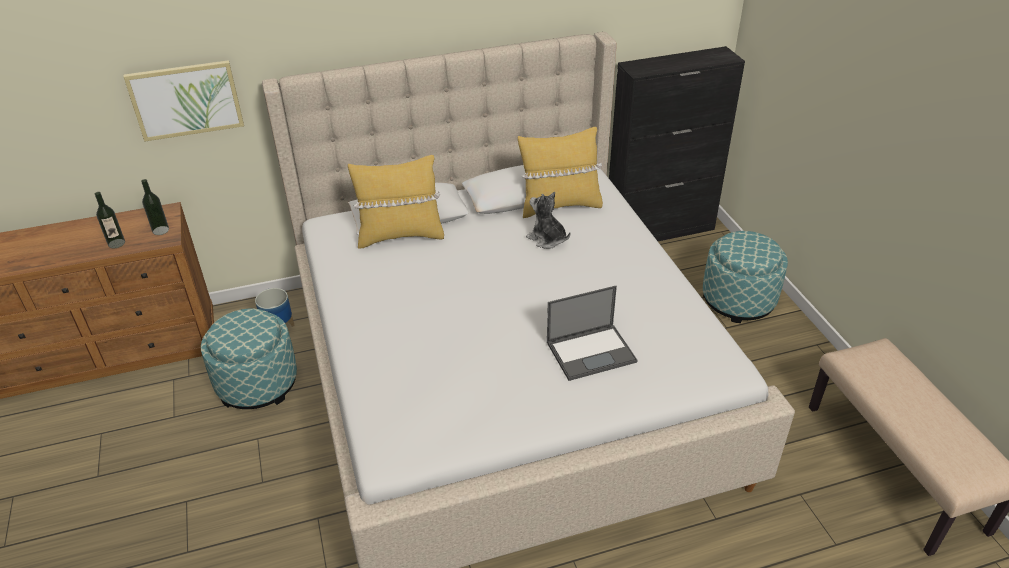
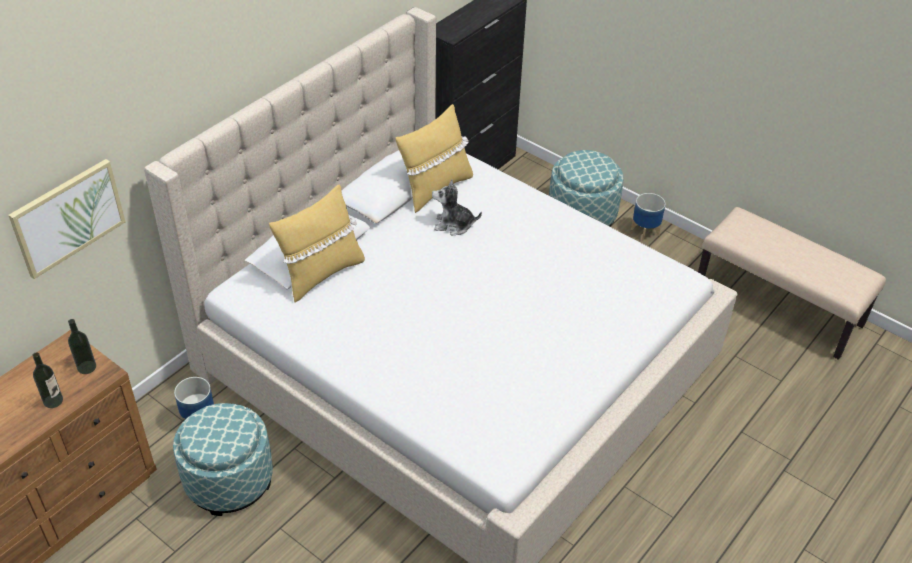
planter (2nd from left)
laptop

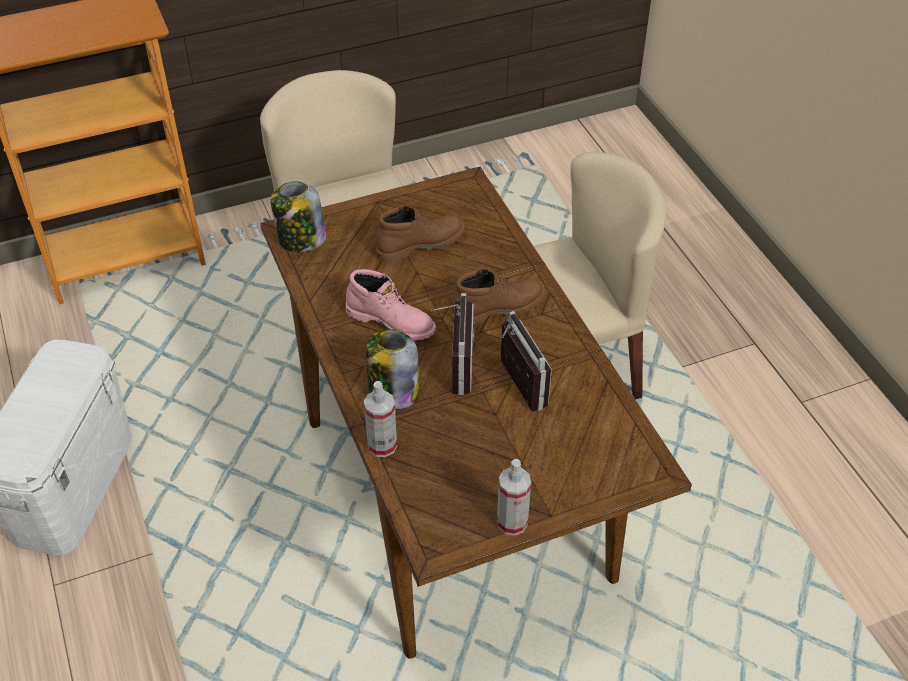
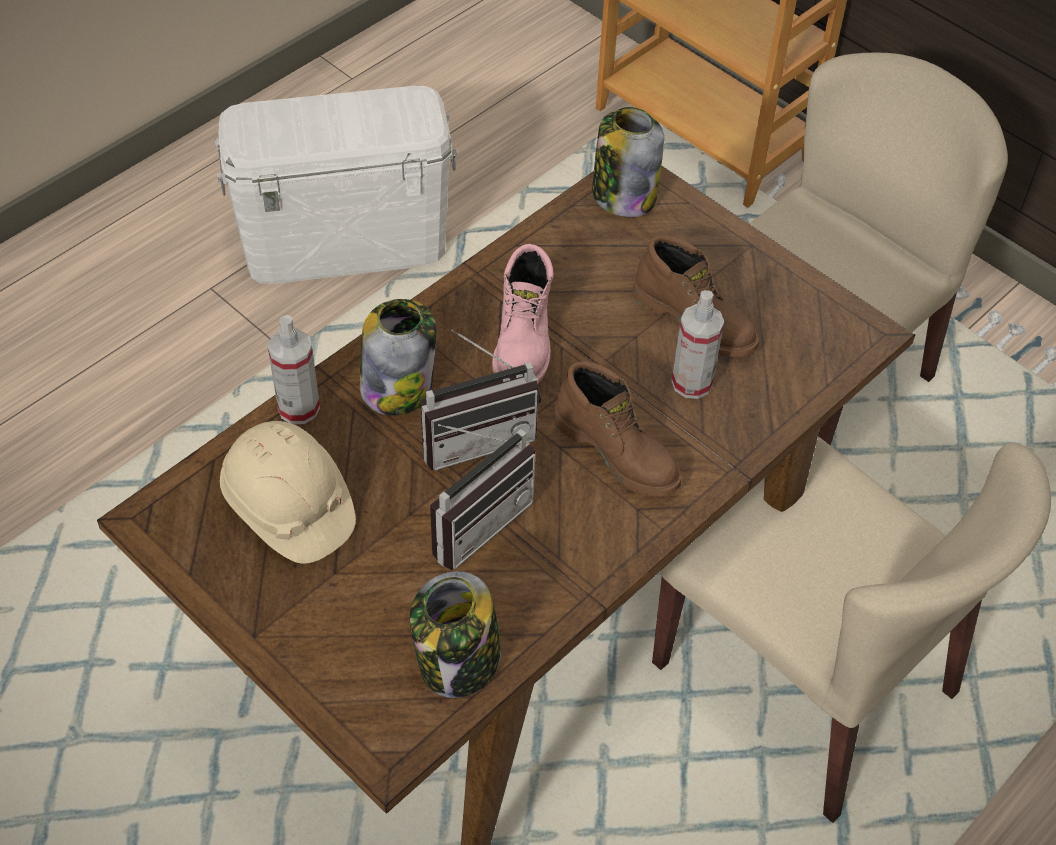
hard hat (beige)
jar (2nd from left)
spray bottle (2nd from left)

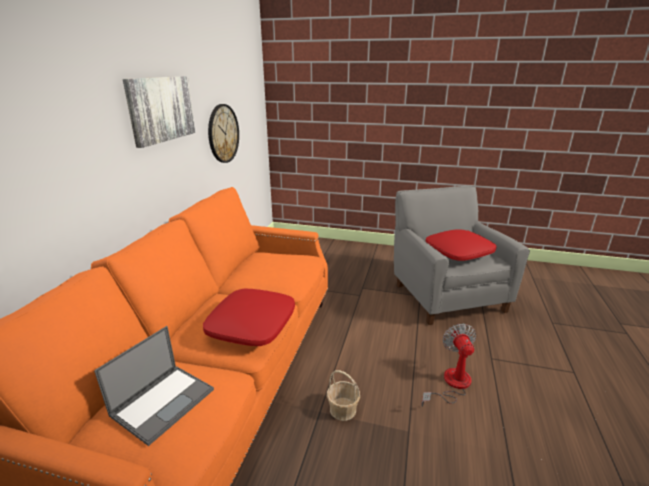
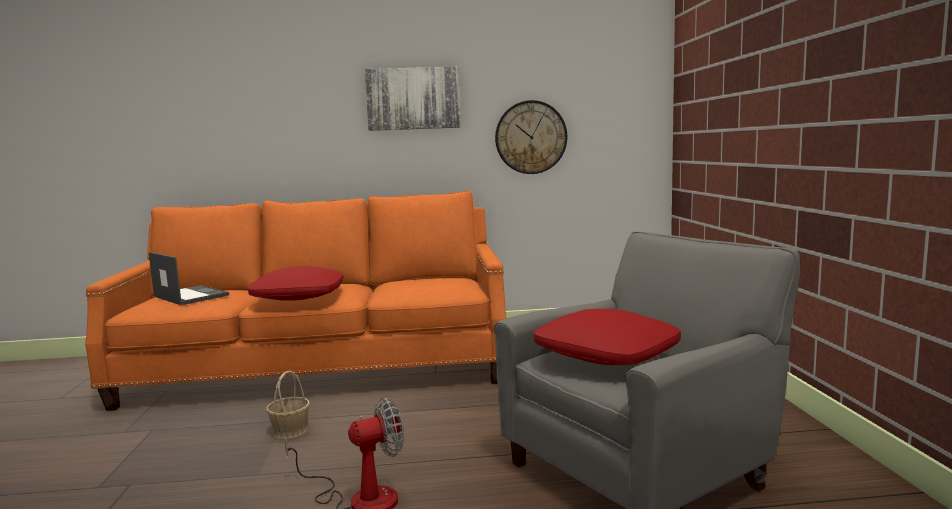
laptop

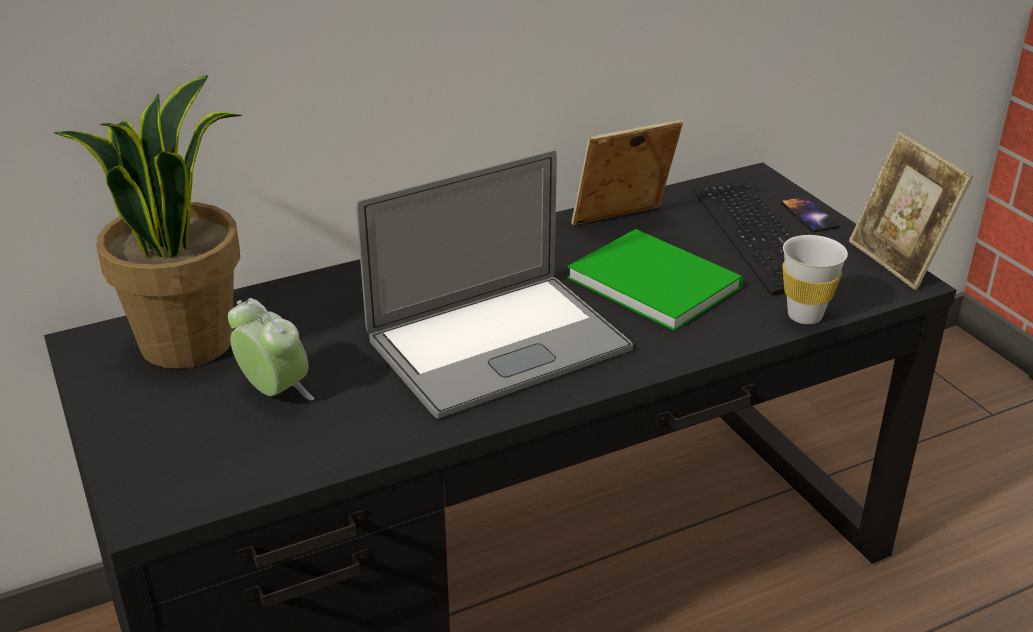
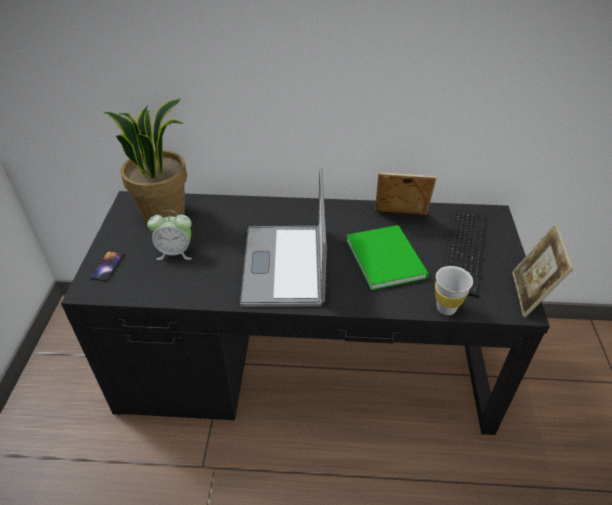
phone
alarm clock
laptop

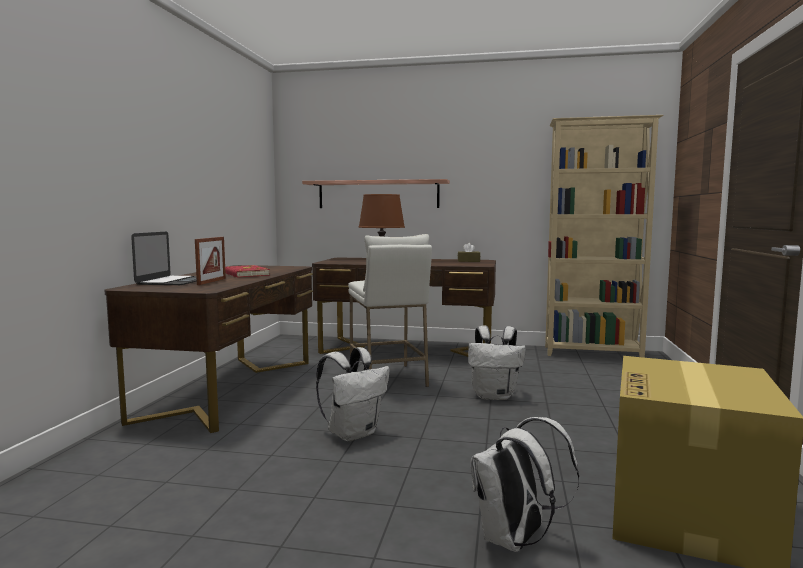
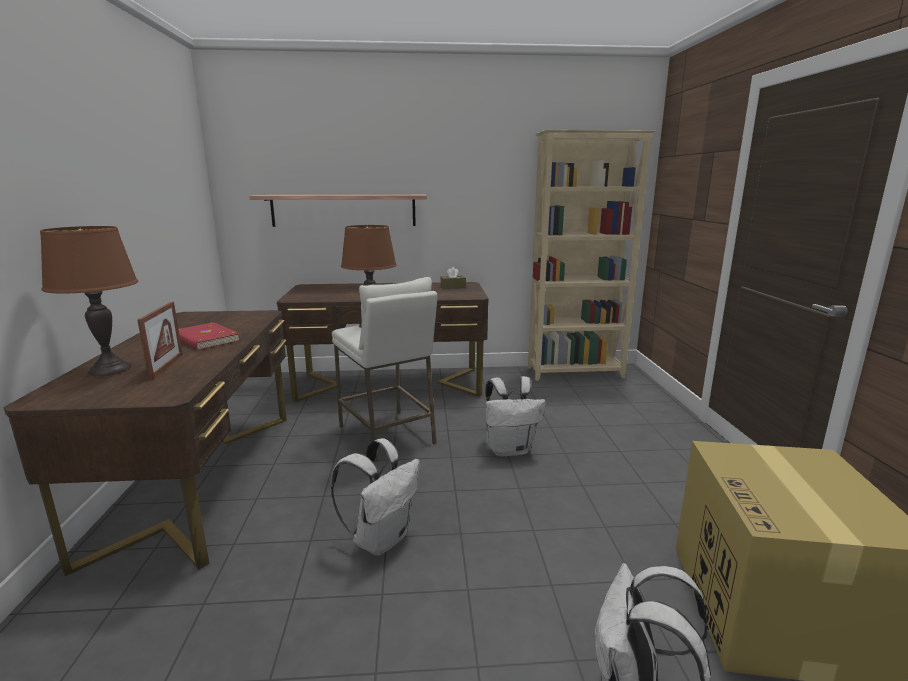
table lamp (brown) (1st from left)

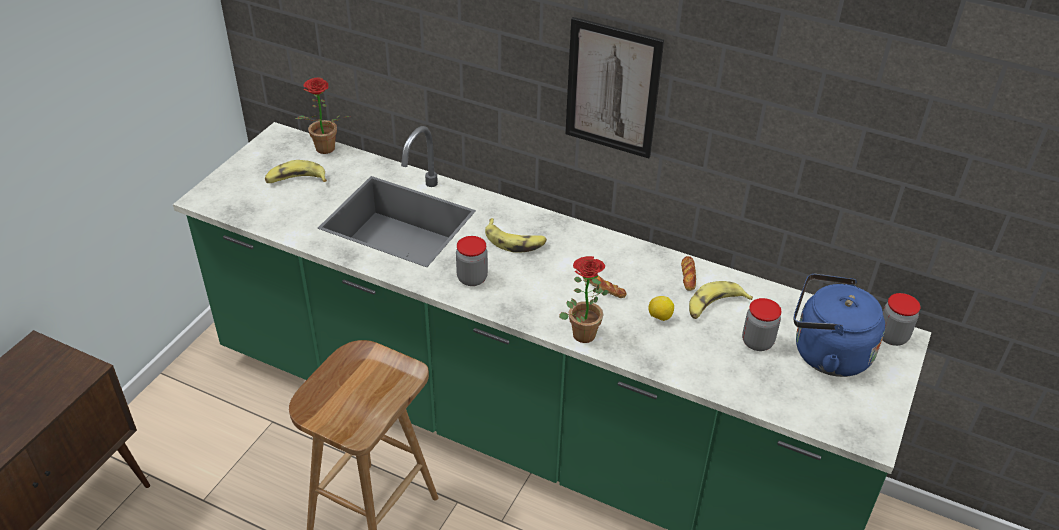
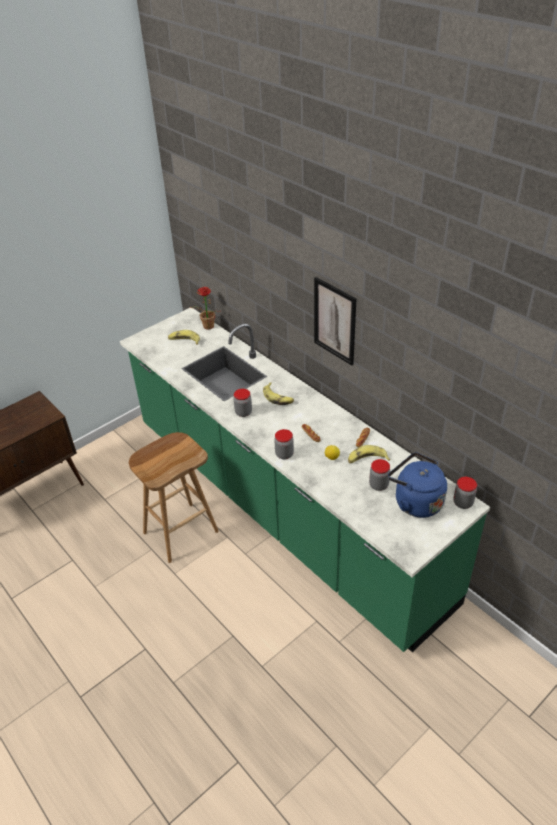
jar (2nd from left)

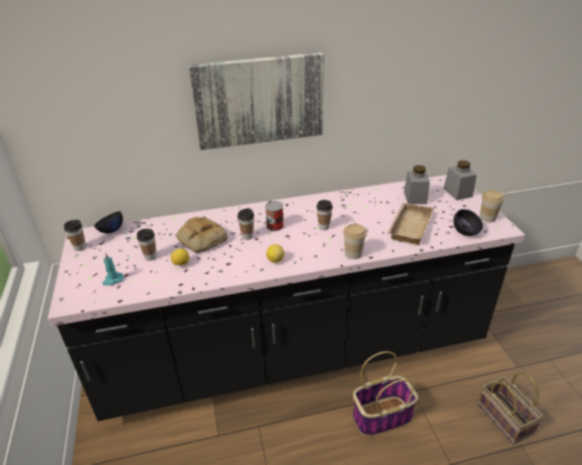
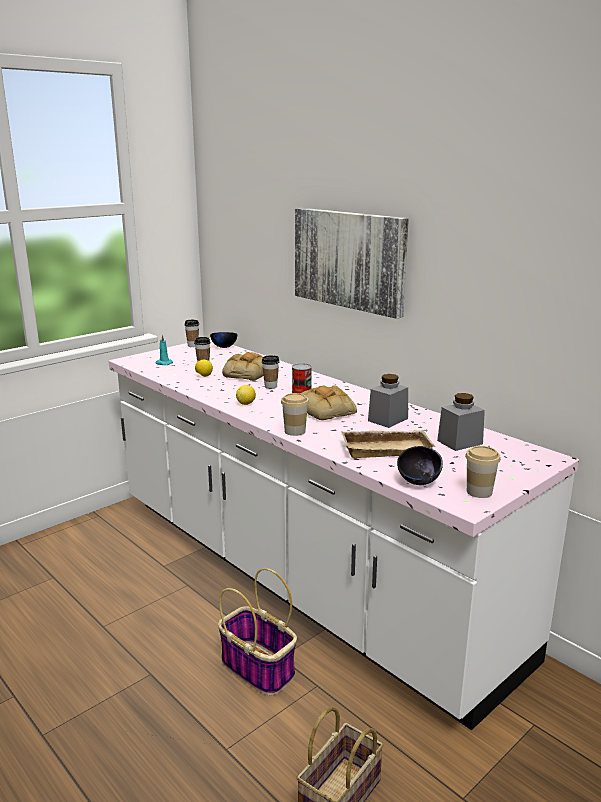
counter (white)
bread (2nd from left)
jar (grey) (1st from left)

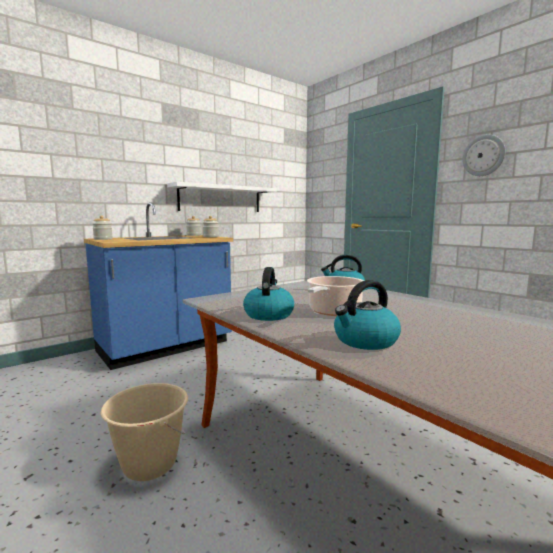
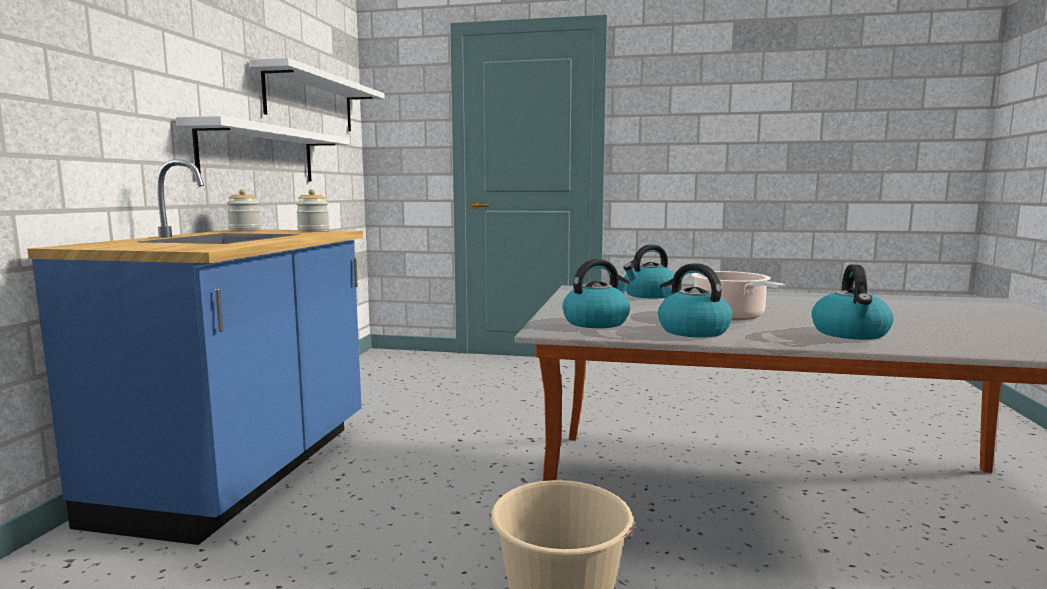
shelf (white) (2nd from left)
kettle (1st from left)
jar (1st from left in the first image)
wall clock

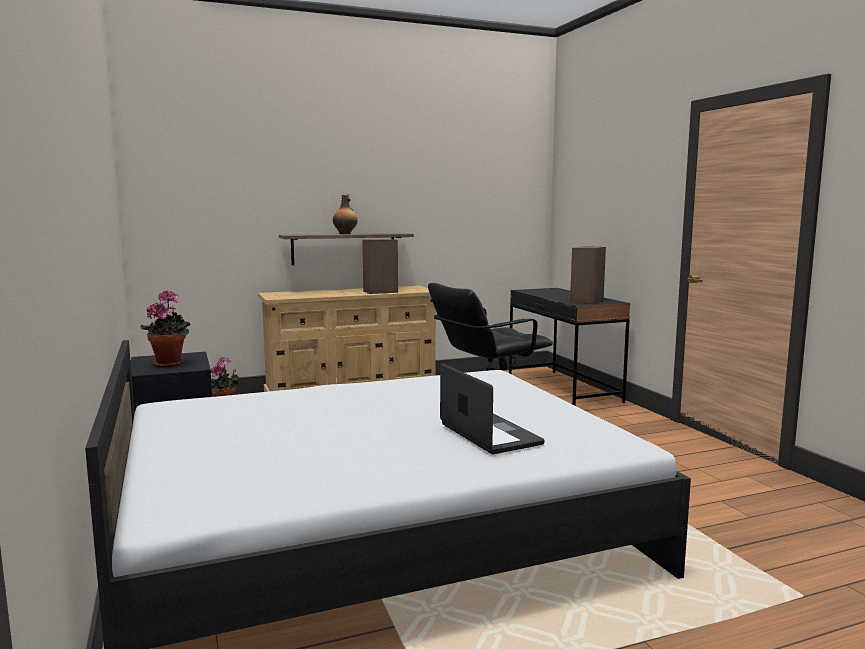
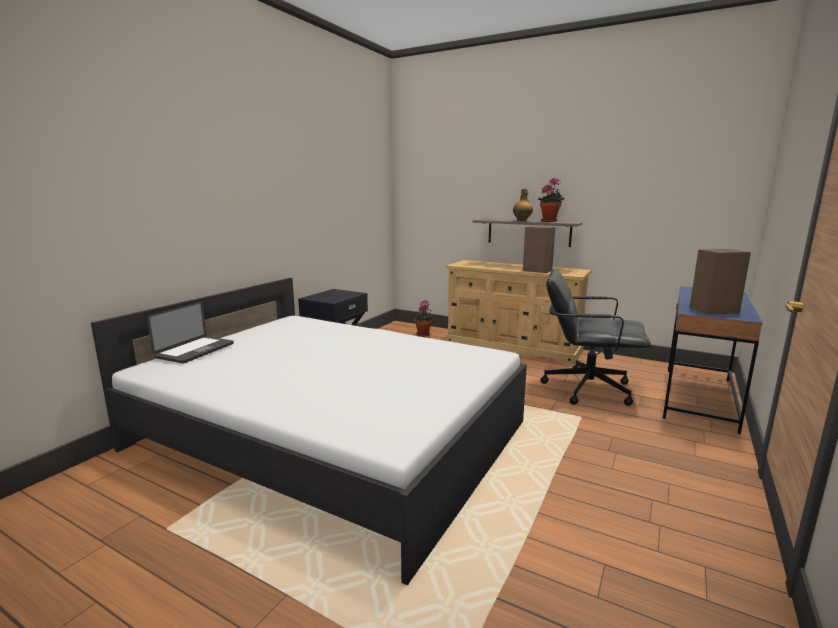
laptop
potted plant (2nd from left)
desk (blue)

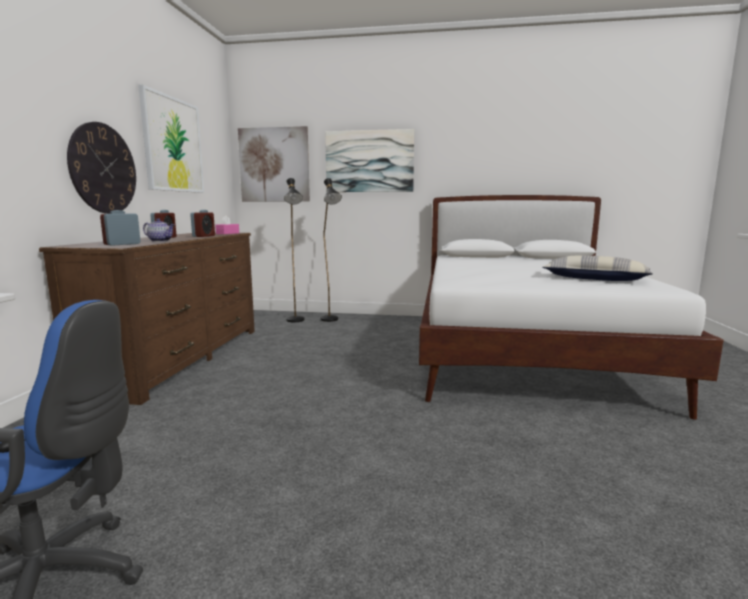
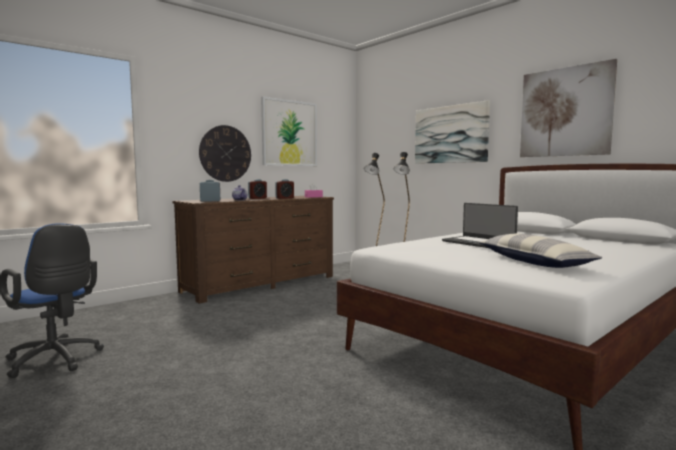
laptop
picture (3rd from left)

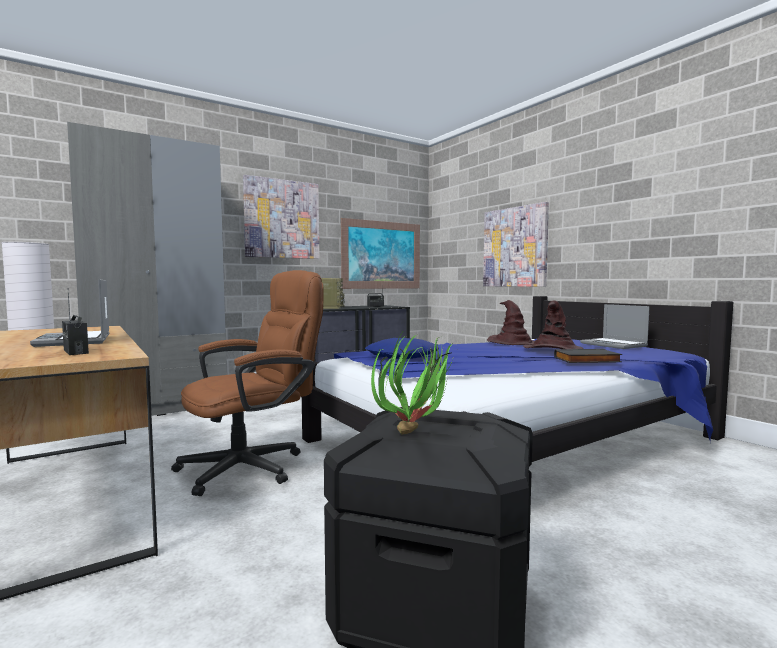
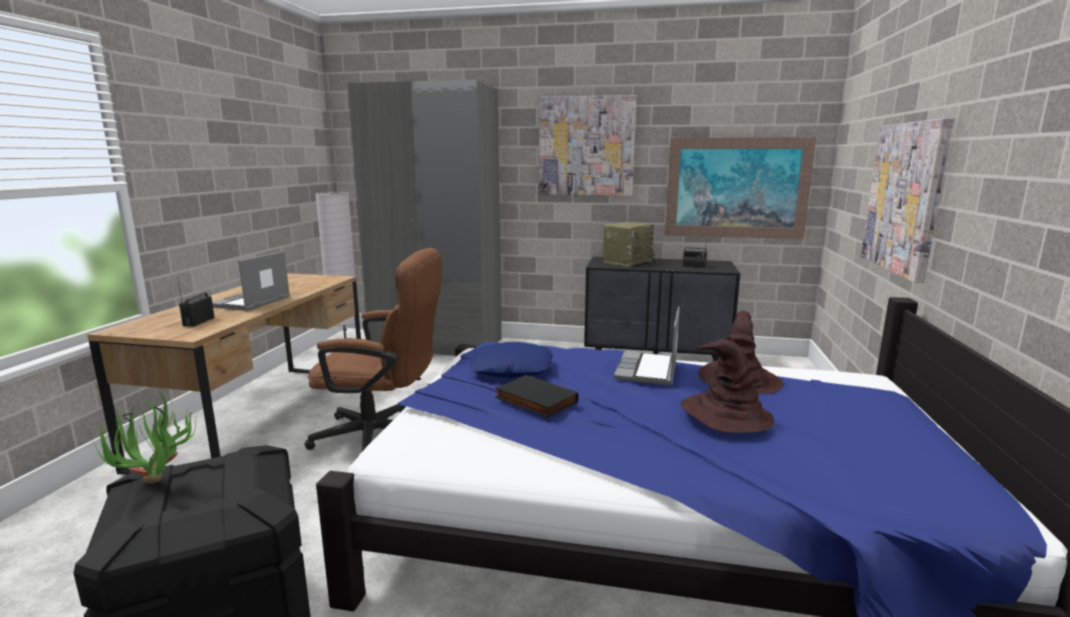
book (black)
laptop (2nd from left)

